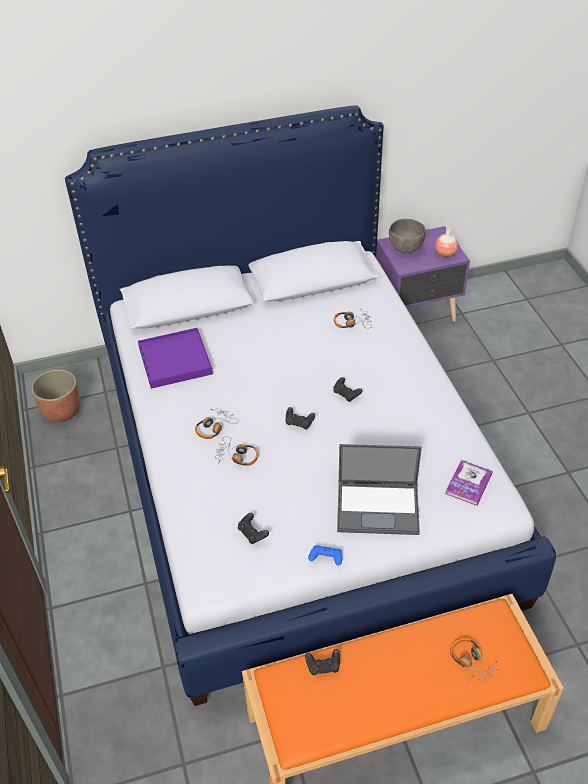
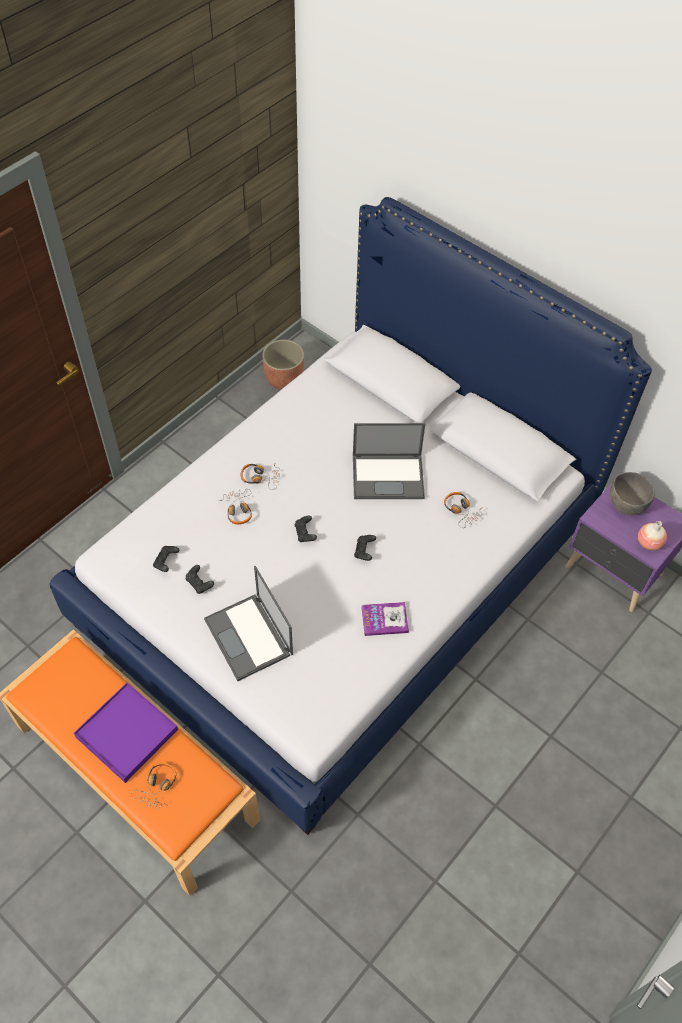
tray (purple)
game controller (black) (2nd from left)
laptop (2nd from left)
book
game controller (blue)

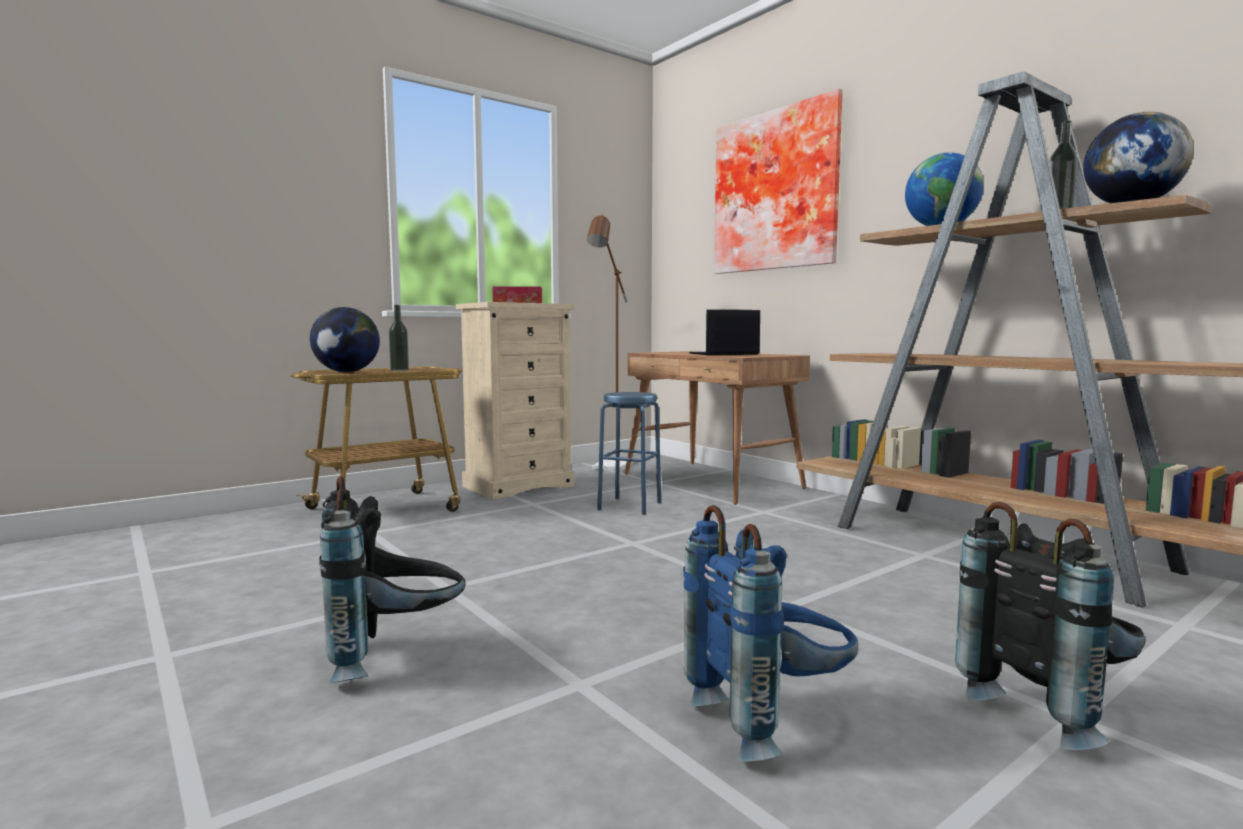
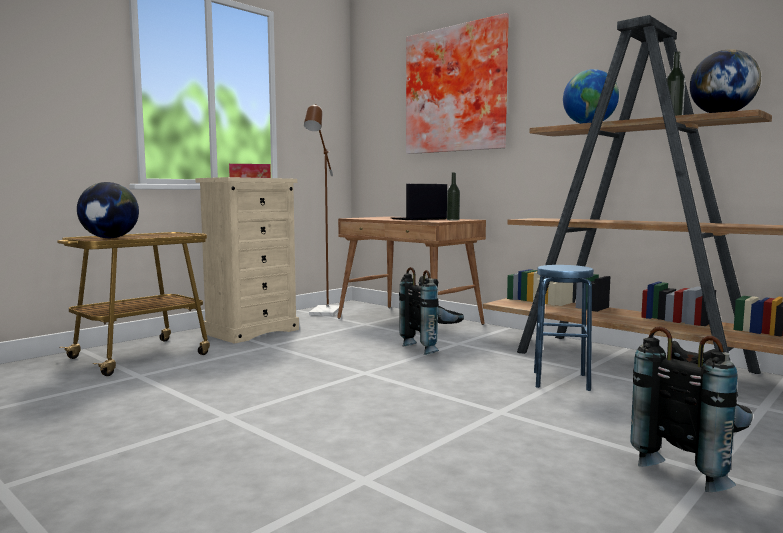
backpack (black) (1st from left)
bottle (1st from left)
stool (blue)
backpack (blue)

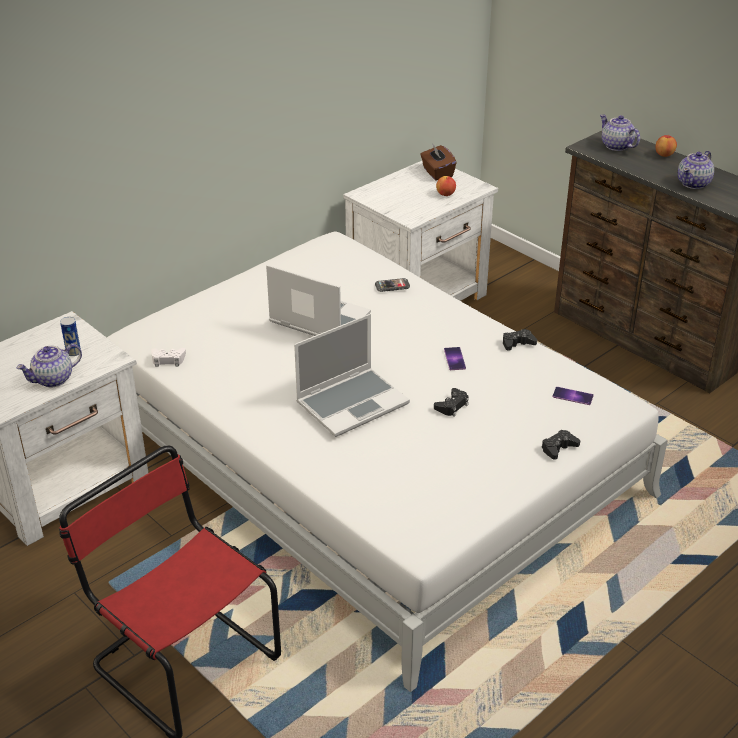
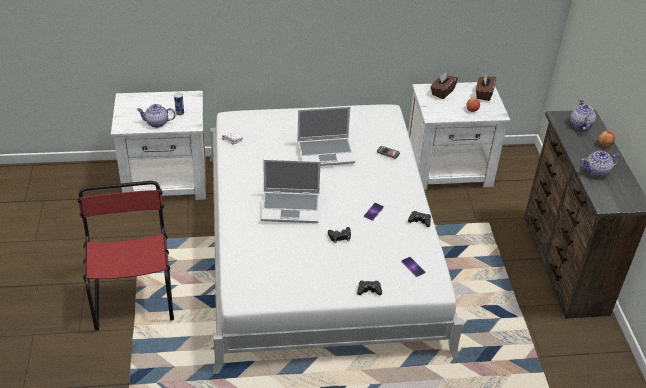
laptop (2nd from left)
tissue box (brown) (1st from left)

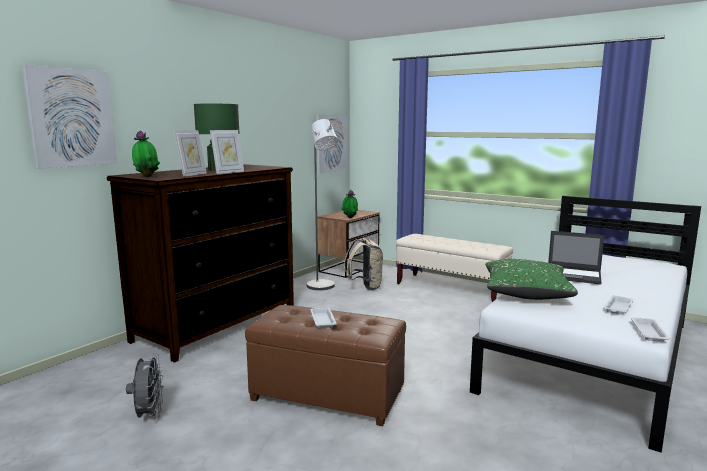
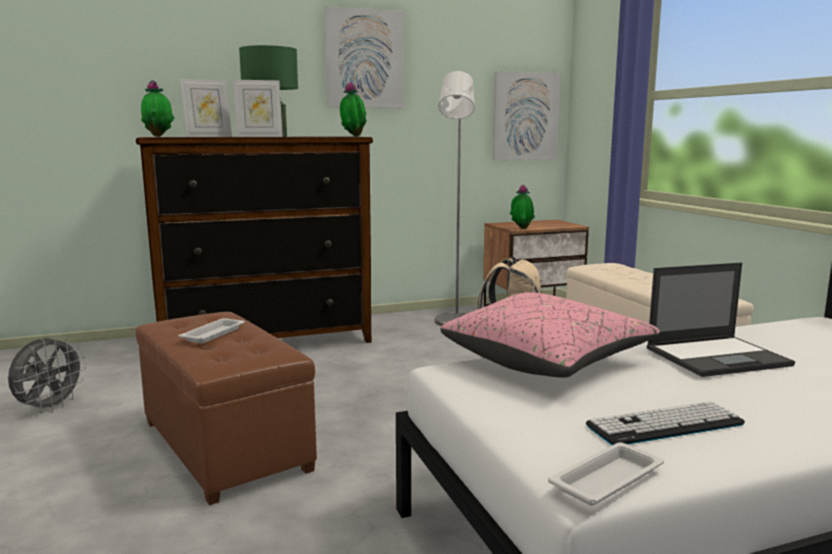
picture (1st from left)
potted plant (2nd from left)
pillow (pink)
keyboard
laptop

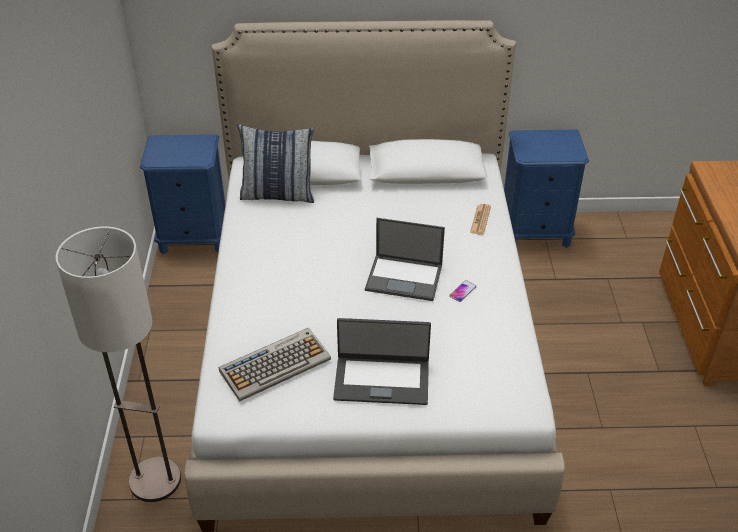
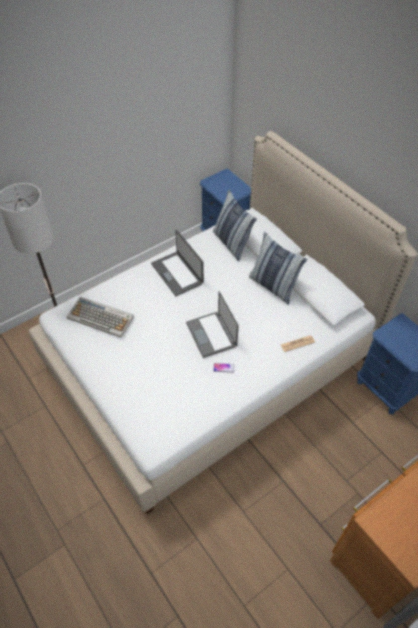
laptop (1st from left)
pillow (2nd from left)

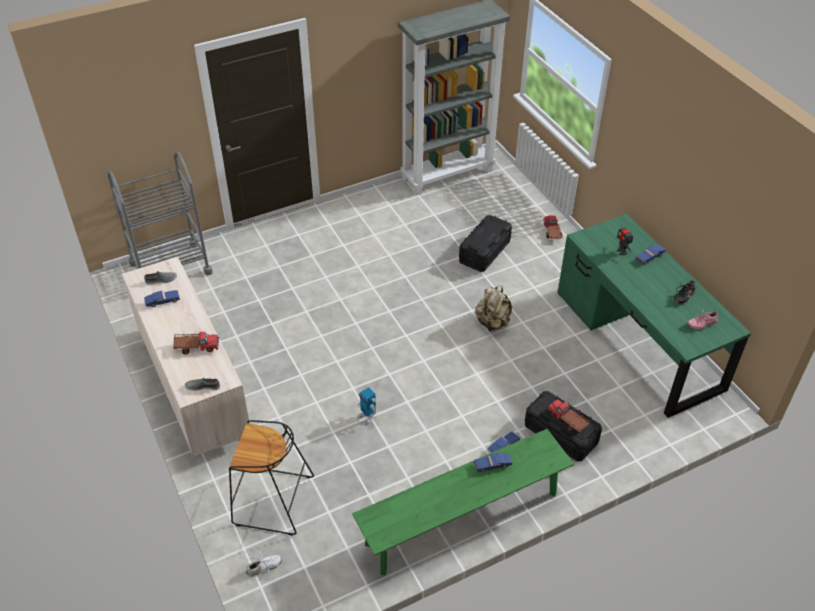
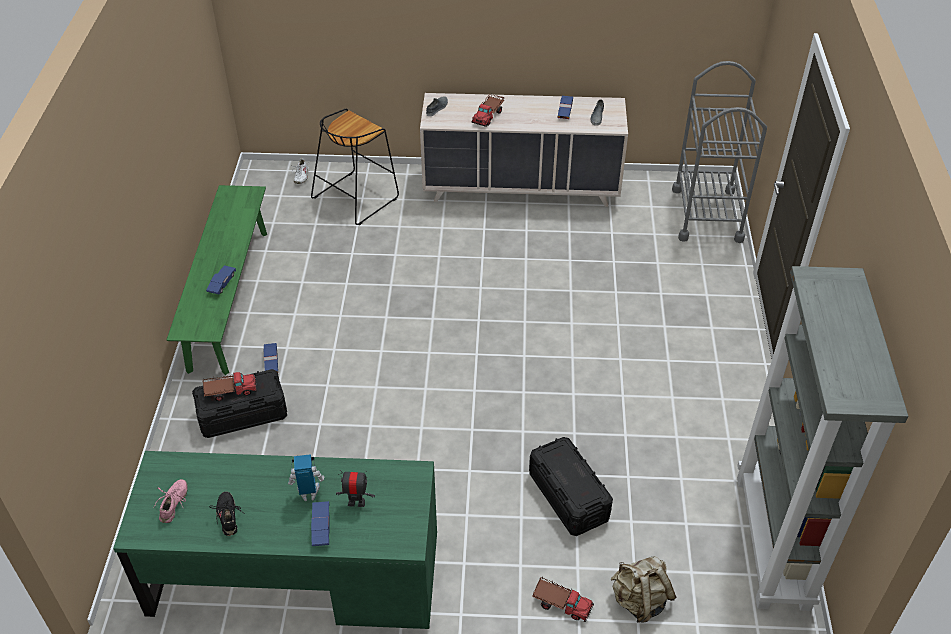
toy robot (1st from left)
backpack (beige)

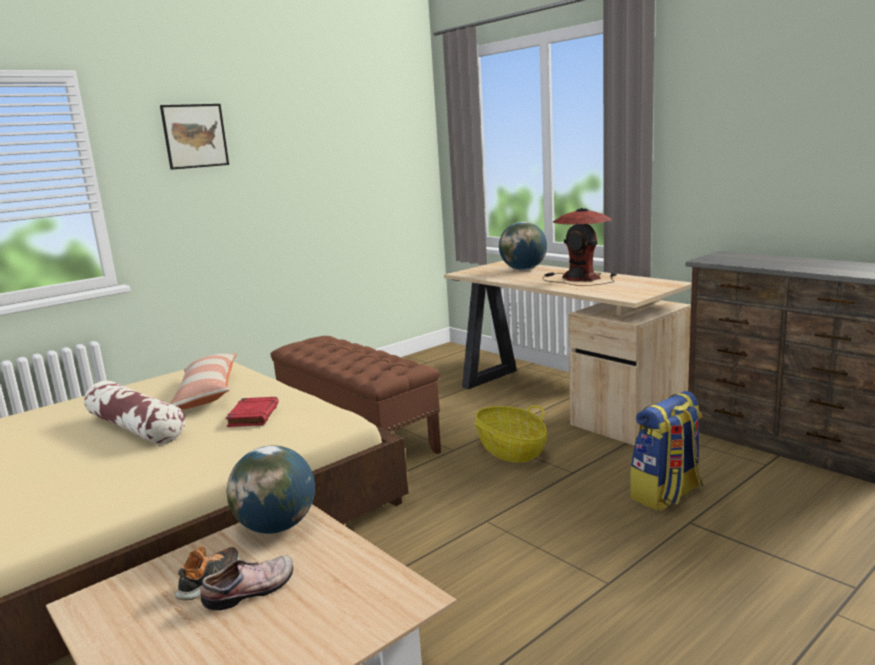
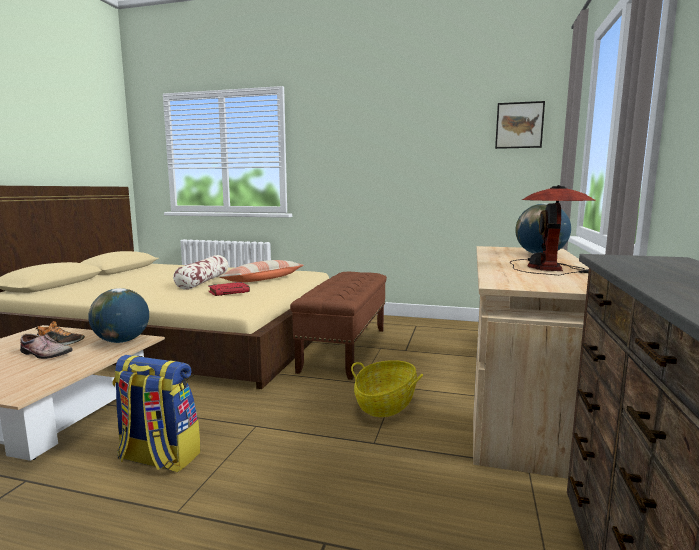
backpack
picture

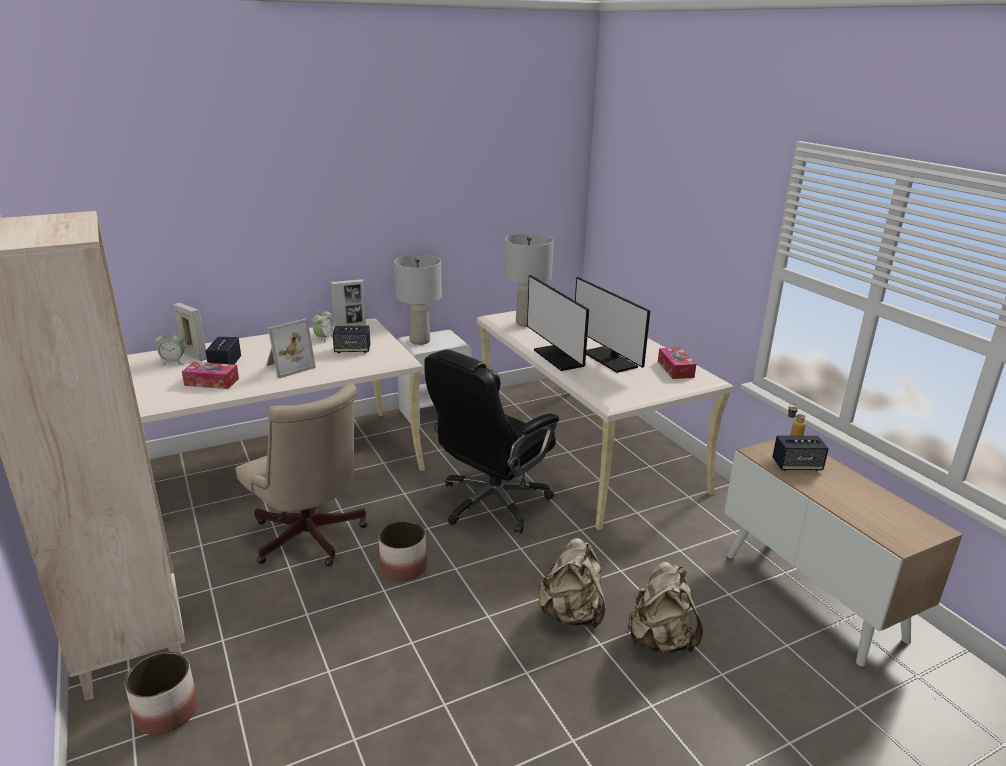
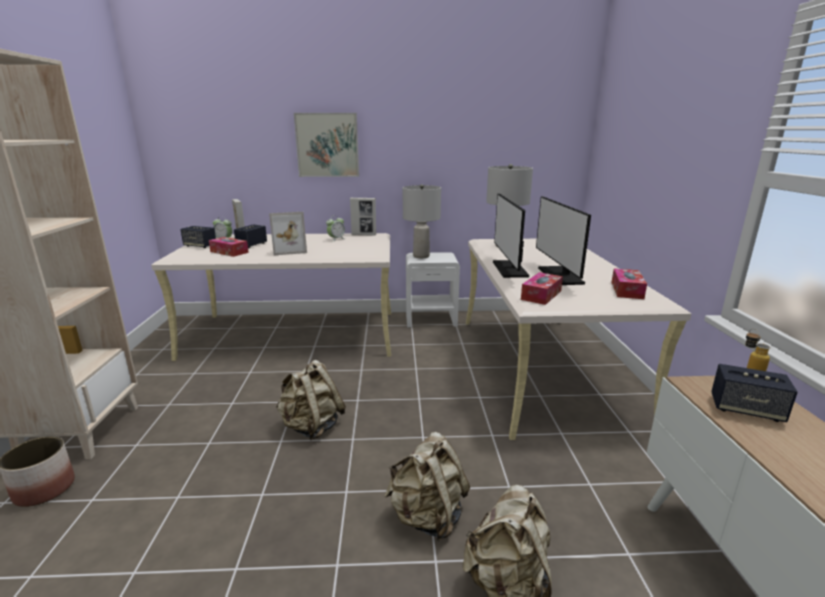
speaker (1st from left)
backpack (beige) (1st from left)
picture
tissue box (2nd from left)
office chair (beige)
office chair (black)

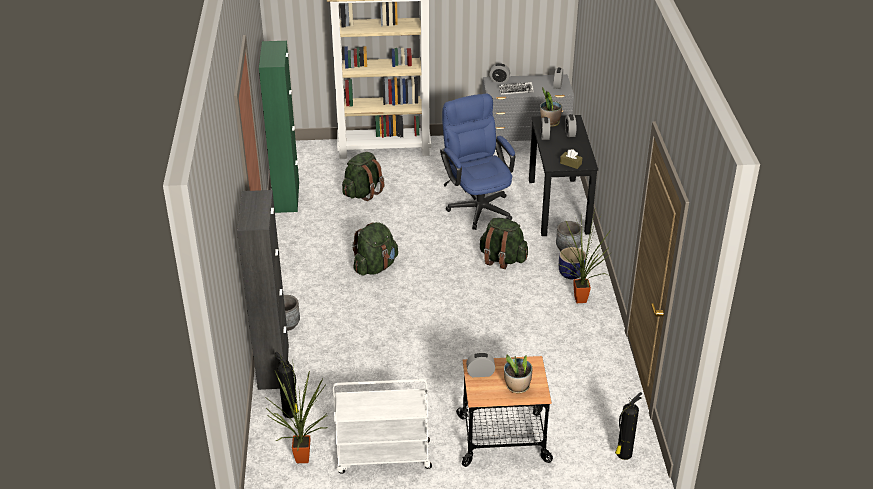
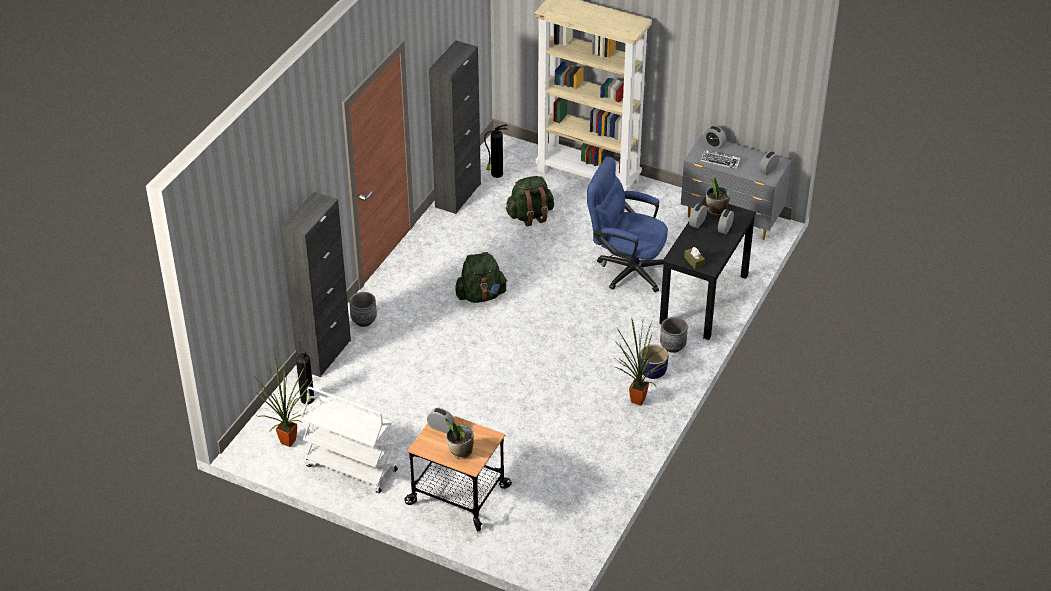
cabinet (black) (2nd from left)
fire extinguisher (2nd from left)
office chair (blue)
backpack (green) (3rd from left in the first image)

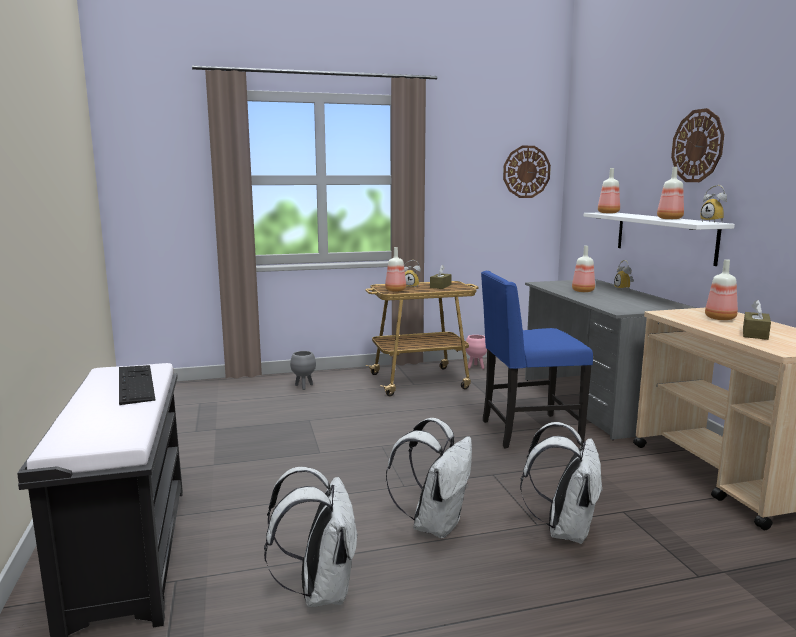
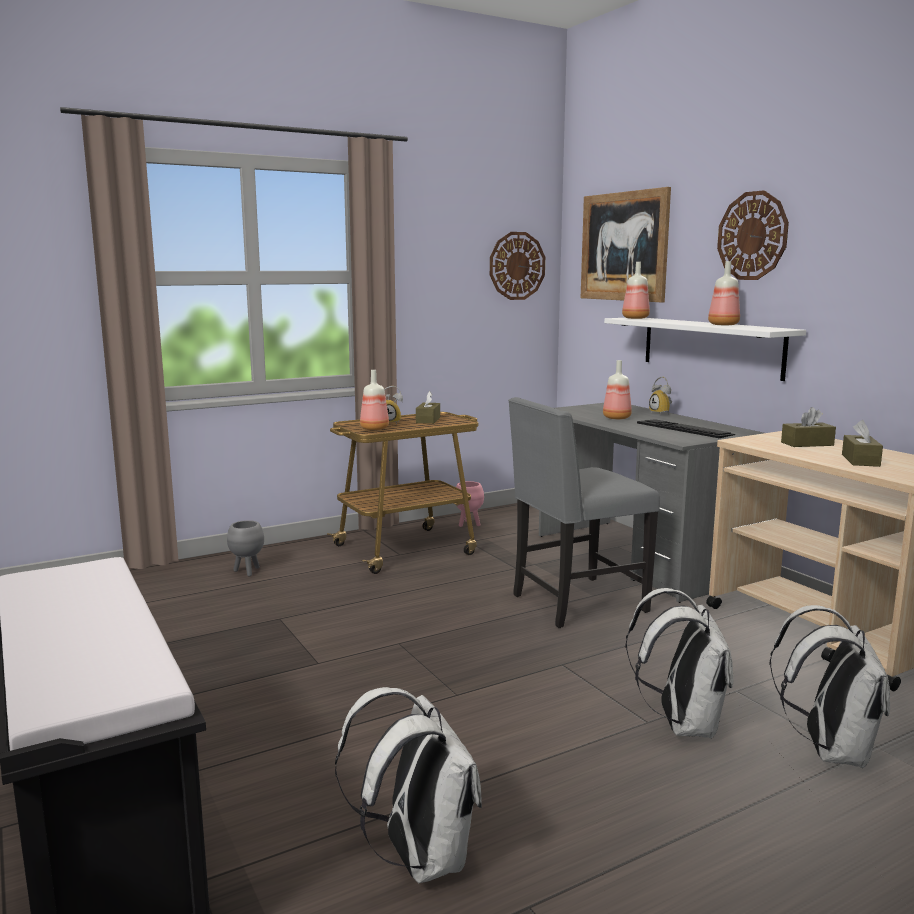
chair (grey)
picture
keyboard
backpack (white) (3rd from left)
tissue box (brown) (2nd from left)
alarm clock (3rd from left in the first image)

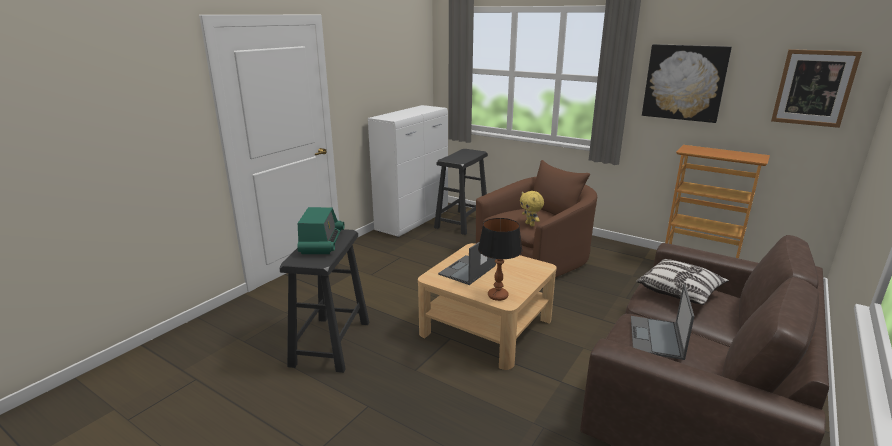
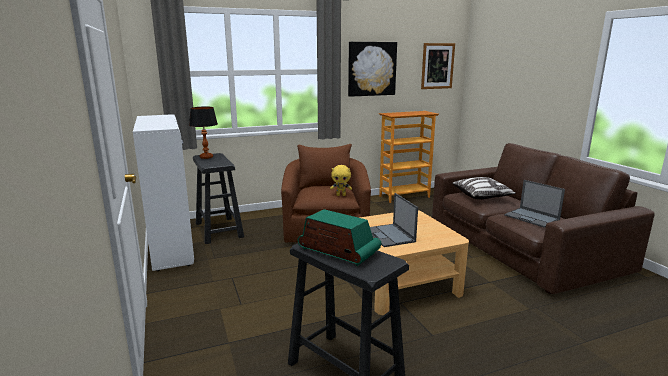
table lamp

